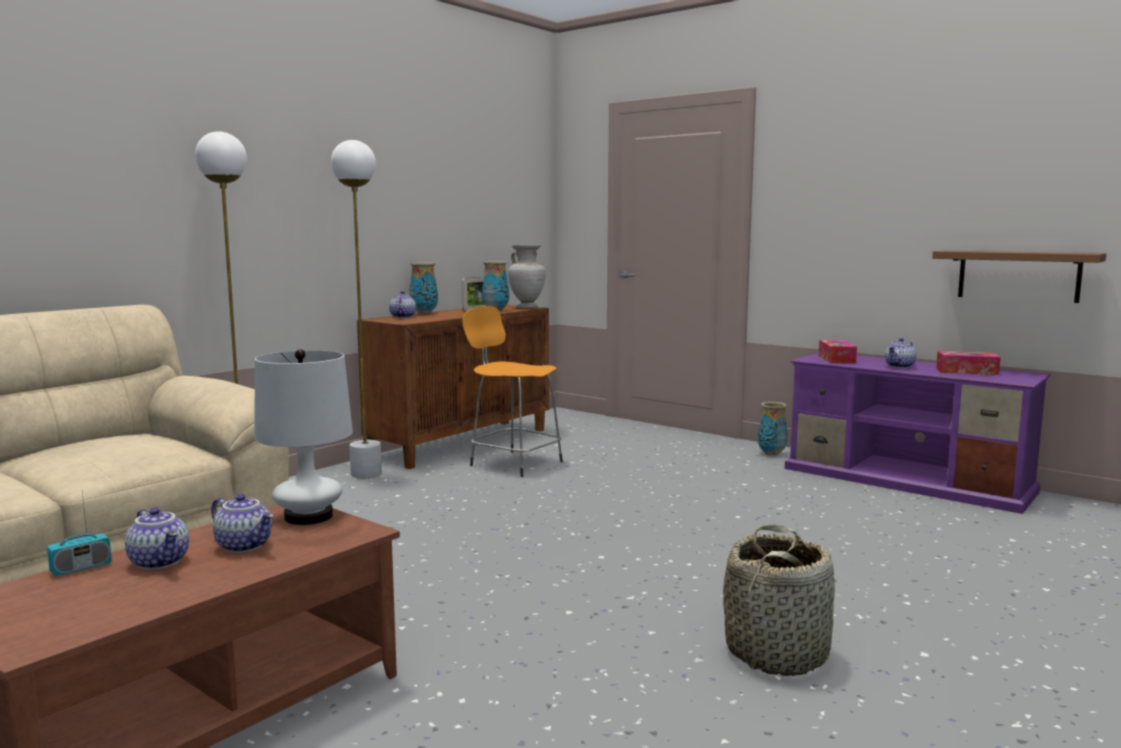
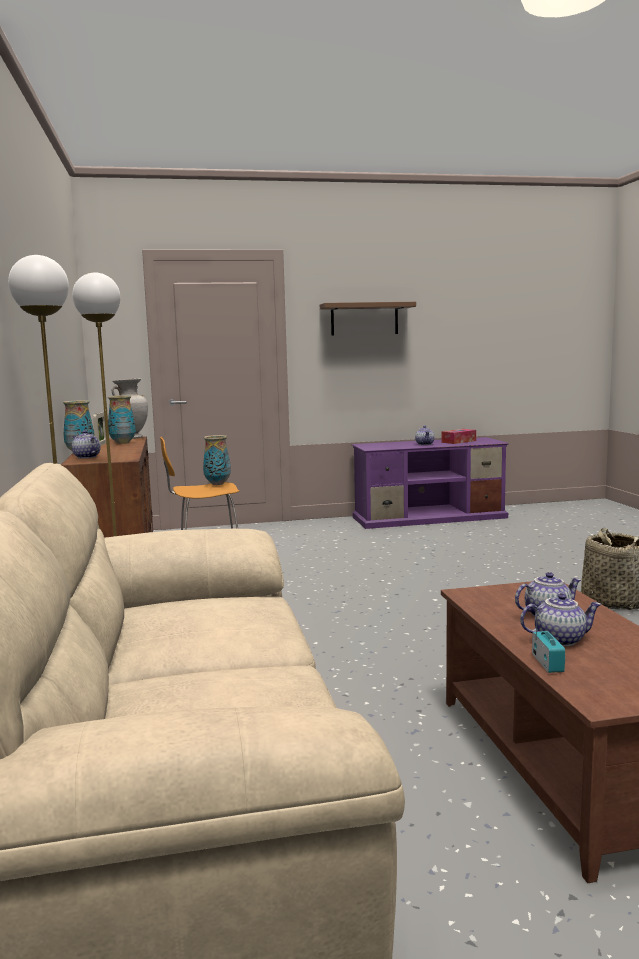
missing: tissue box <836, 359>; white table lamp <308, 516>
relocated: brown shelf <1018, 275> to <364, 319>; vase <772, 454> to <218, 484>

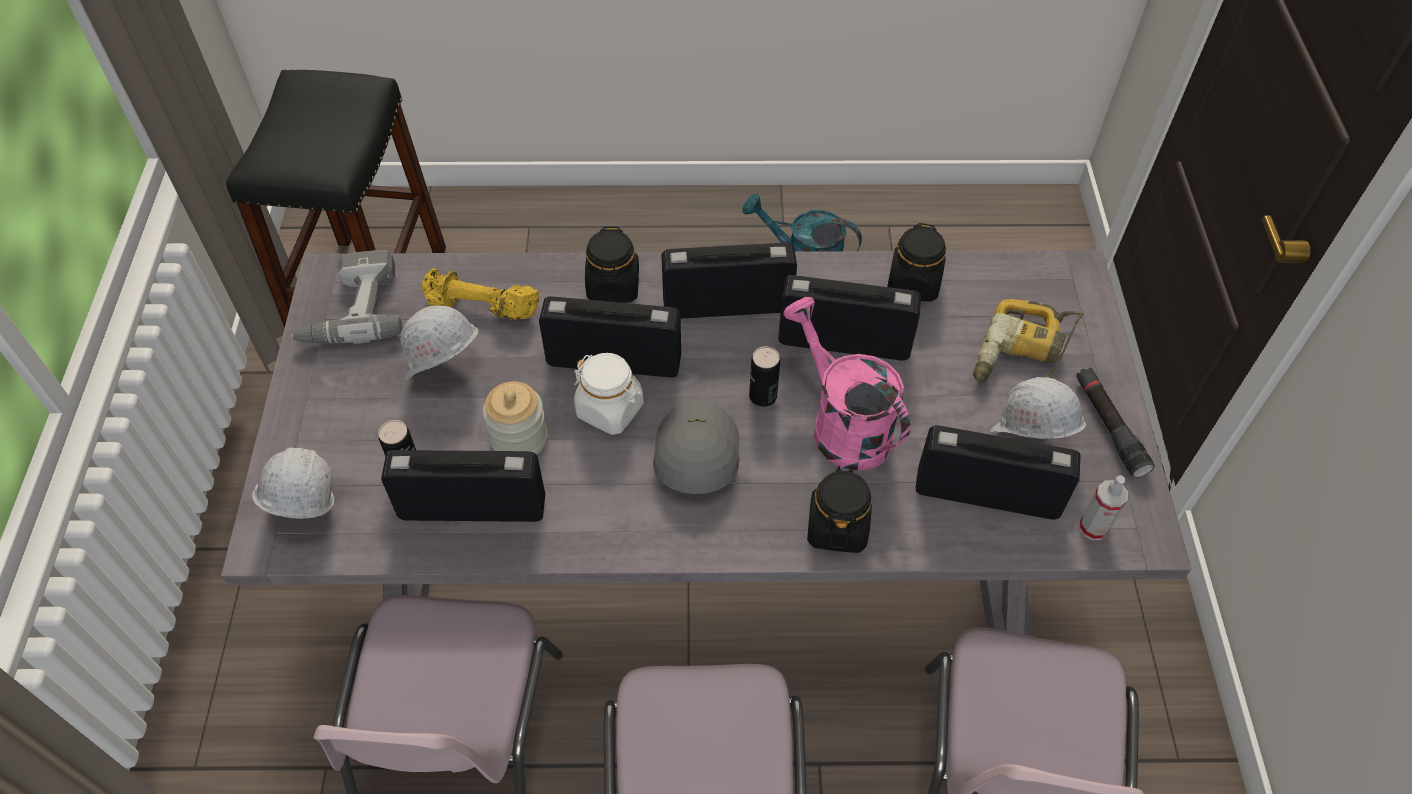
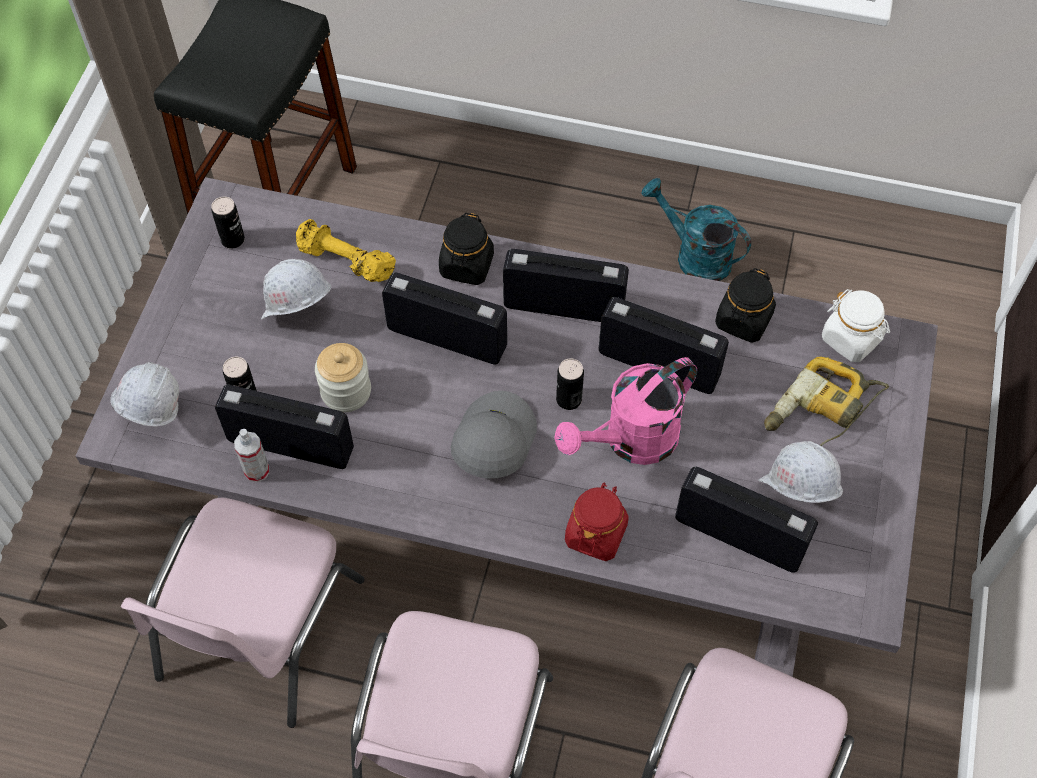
missing: black flashlight <1109, 427>
relocated: white jar <610, 410> to <851, 339>; spray bottle <1093, 527> to <257, 471>
exchanged: power drill <351, 309> to can <232, 239>
colour: black jar <837, 527> to red jar <596, 533>
spun: pink watering can <841, 424> = <631, 441> 105 degrees counterclockwise

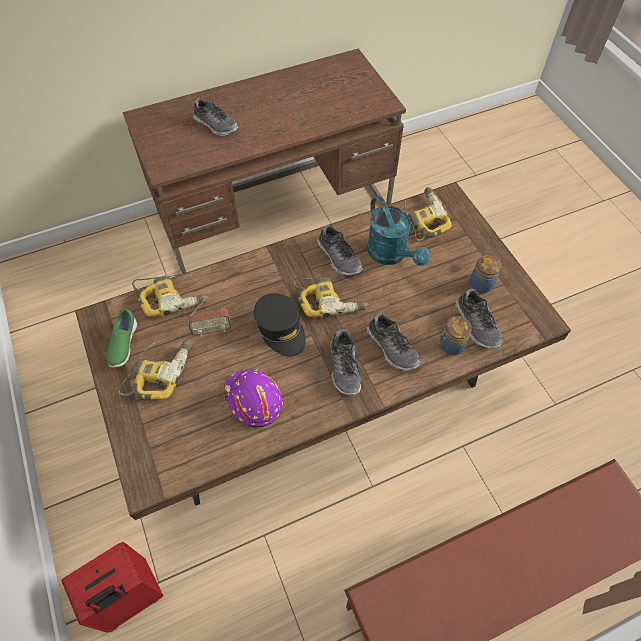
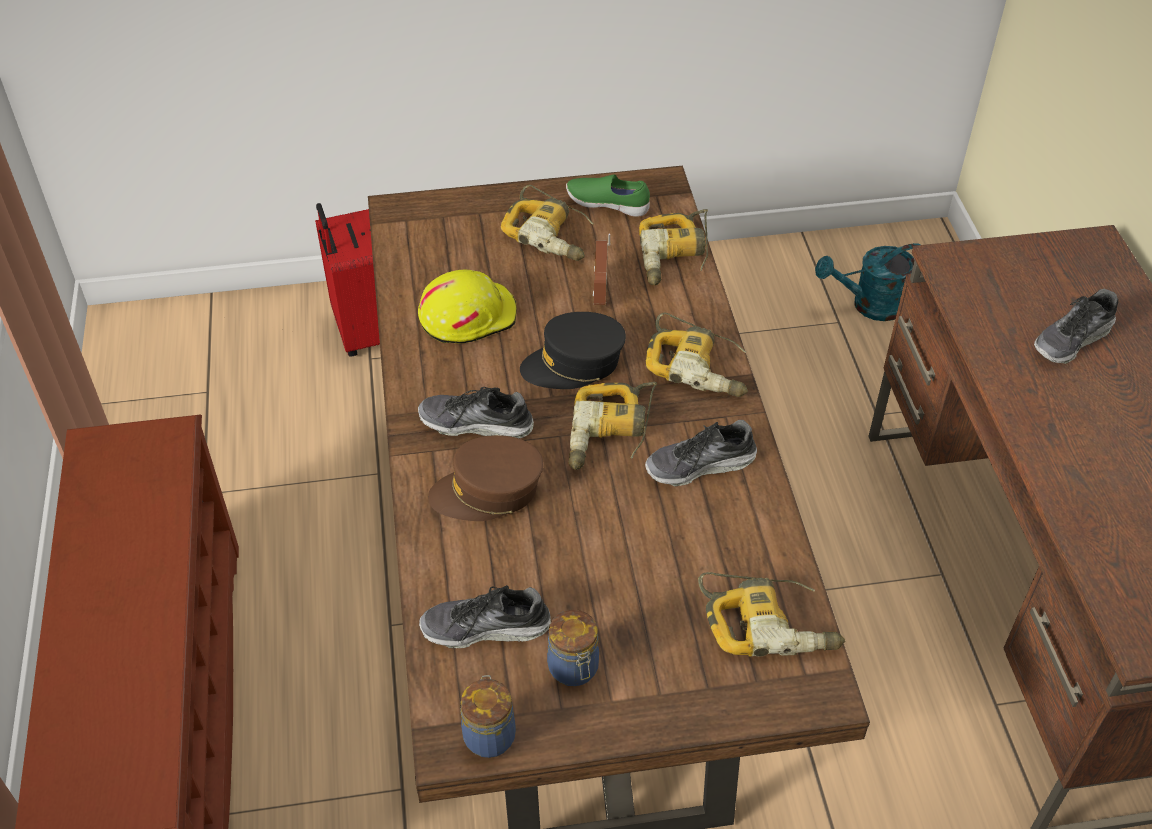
appeared: power drill <699, 366>
relocated: turquoise watering can <391, 255> to <869, 305>; jar <450, 345> to <489, 734>
exchanged: shoe <392, 347> to brown cap <488, 491>
colour: purple hard hat <253, 400> to yellow hard hat <467, 316>

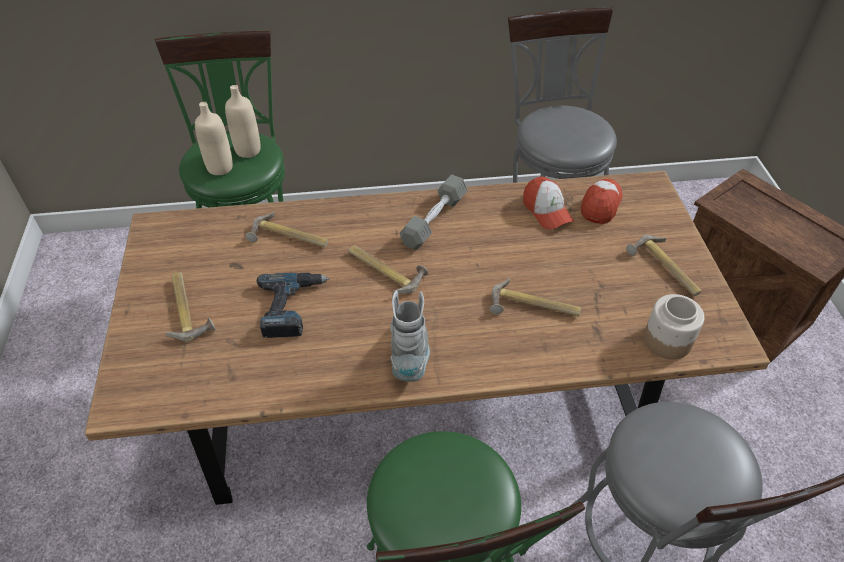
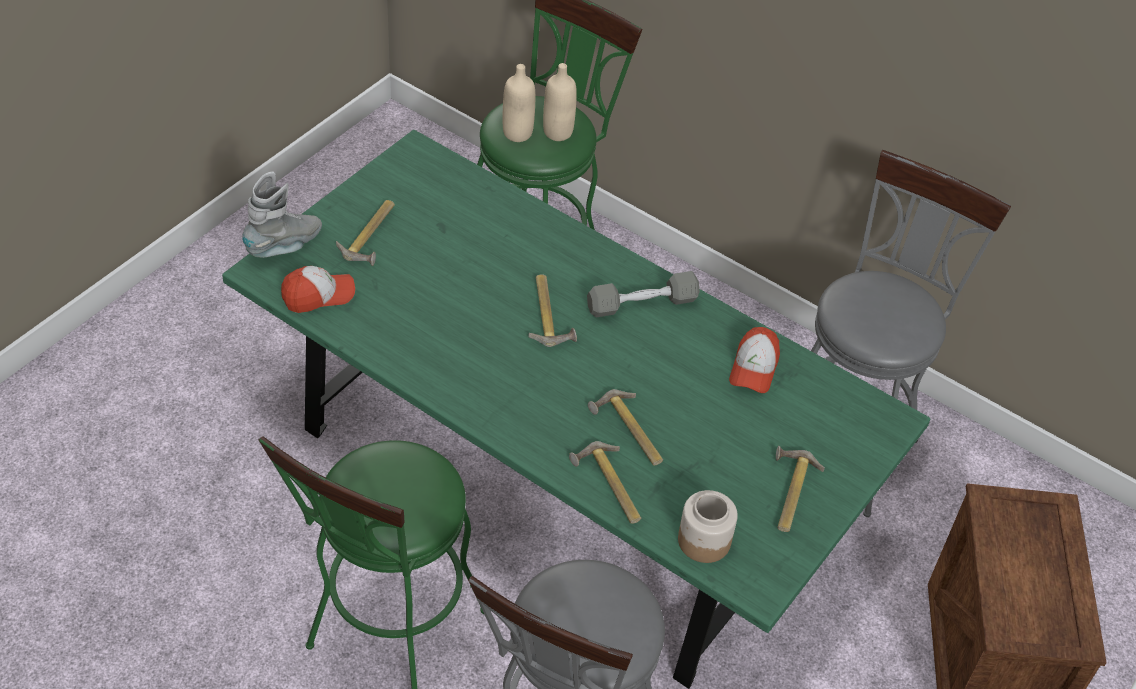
missing: power drill <292, 307>
relocated: cap <601, 204> to <318, 295>; hammer <288, 238> to <609, 487>; grey boot <410, 355> to <285, 246>
colour: brown dining table <422, 395> to green dining table <555, 481>

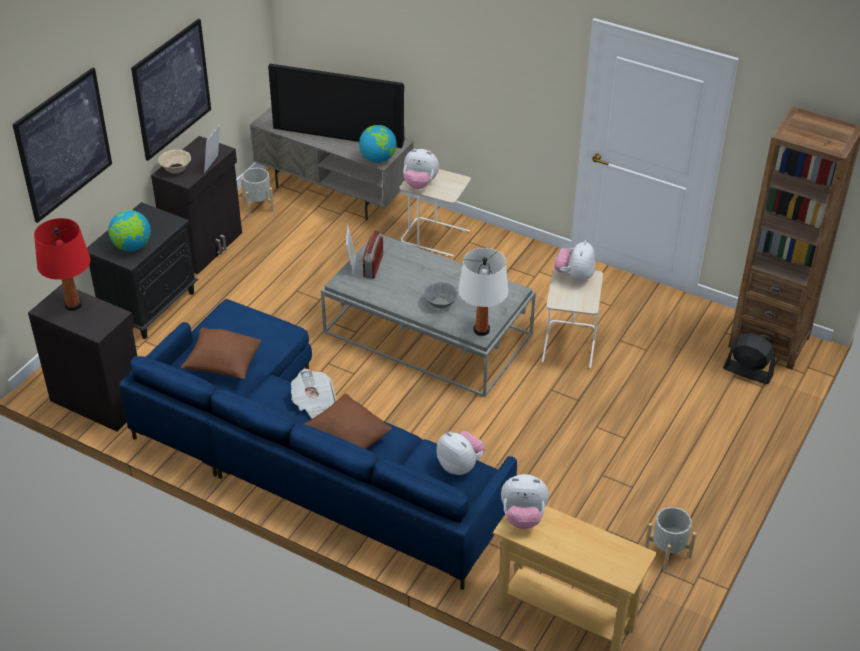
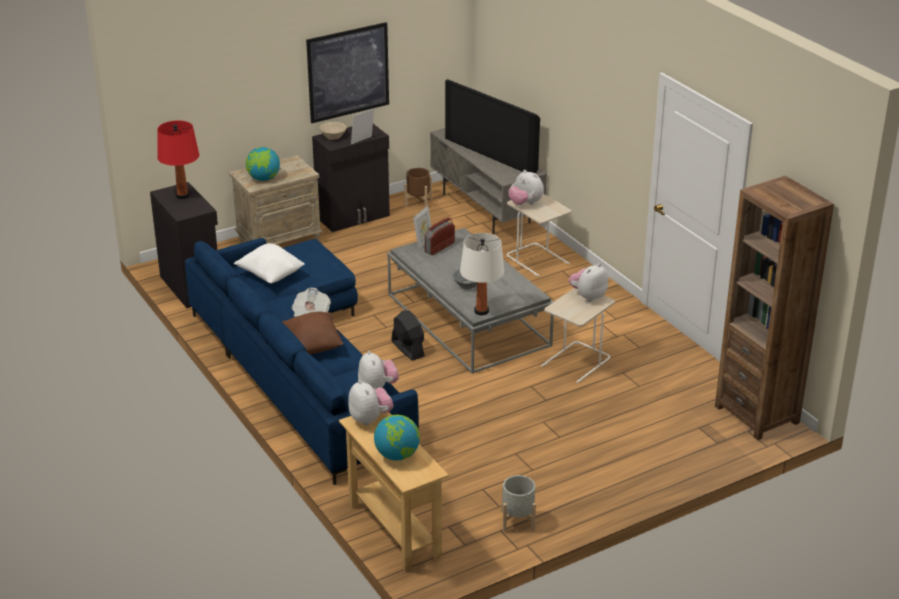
missing: picture <63, 144>
relocated: globe <378, 159> to <397, 455>; black fan <747, 371> to <407, 349>
colour: grey planter <258, 206> to brown planter <418, 202>; black nightstand <150, 306> to beige nightstand <279, 241>; brown pillow <223, 365> to white pillow <270, 275>
spun: plush toy <523, 517> = <370, 419> 150 degrees counterclockwise

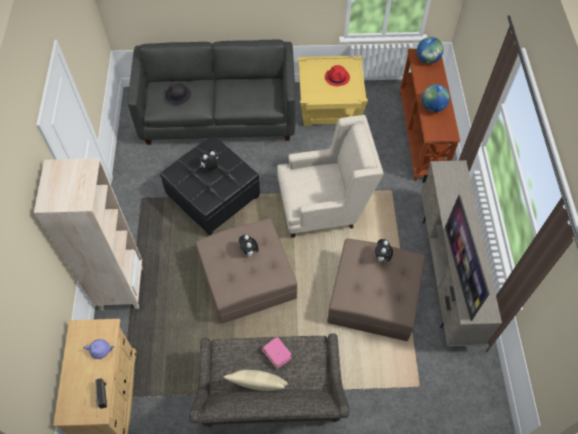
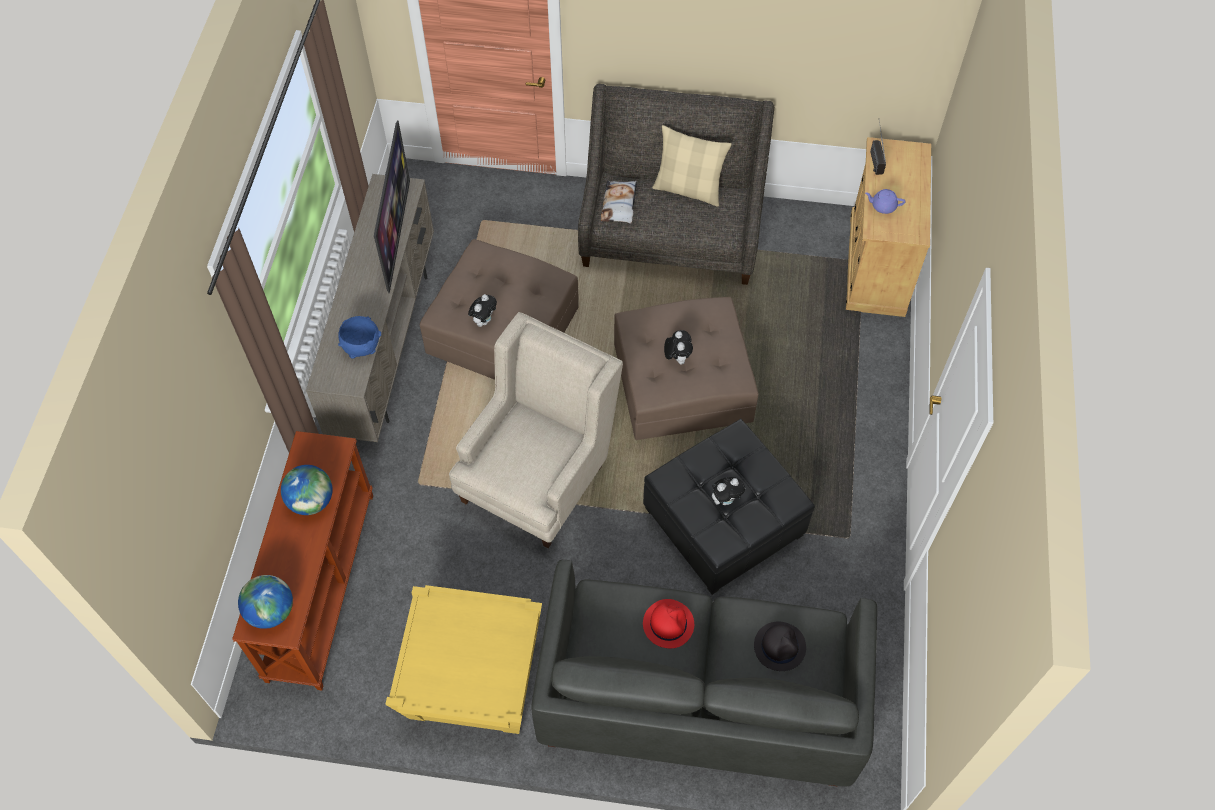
missing: beige bookcase <121, 288>; pink book <277, 354>
appeared: pillow <619, 204>; blue bowl <362, 348>
relocated: red hat <337, 77> to <668, 623>
spun: beige armchair <324, 206> = <539, 474> 120 degrees clockwise

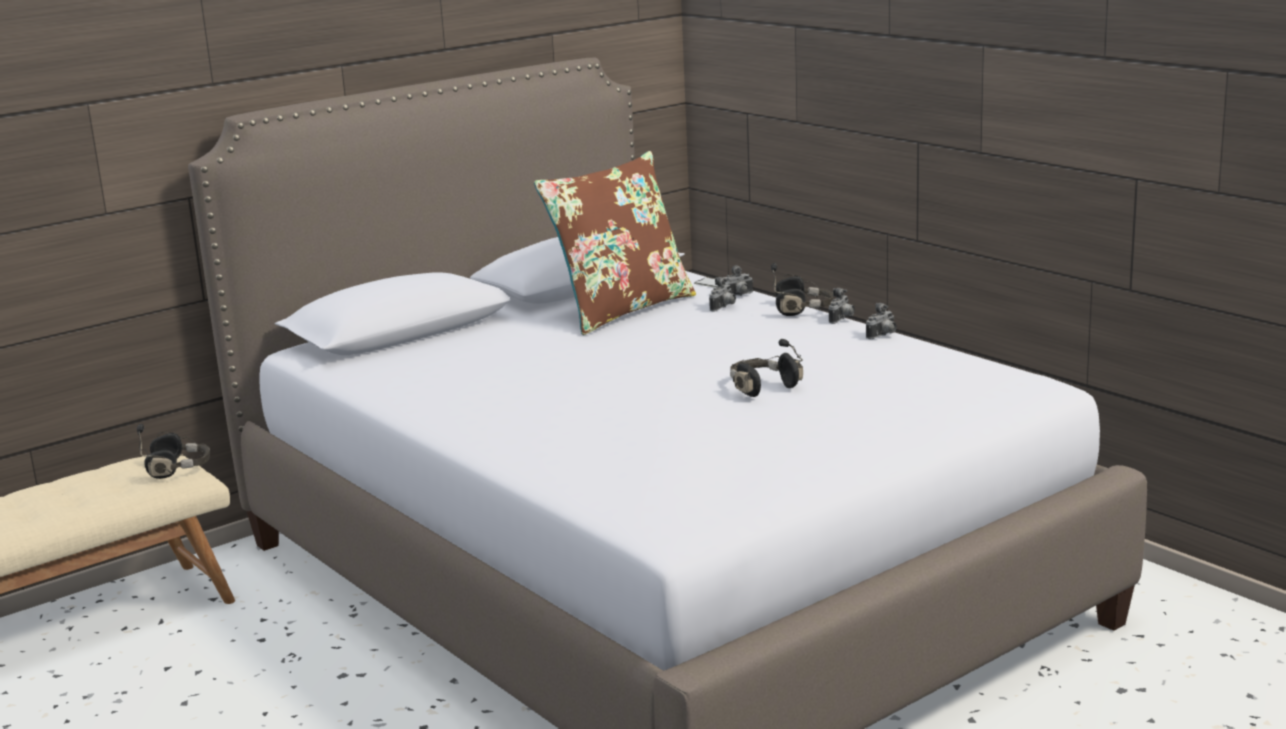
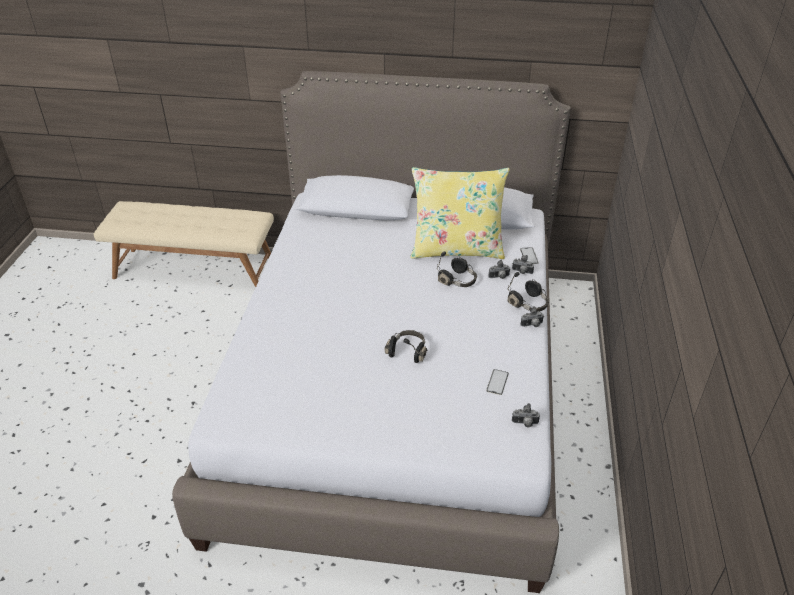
appeared: phone <497, 382>
relocated: photo camera <883, 336> to <525, 424>; black headphones <179, 469> to <458, 281>
colour: brown pillow <621, 310> to yellow pillow <456, 249>

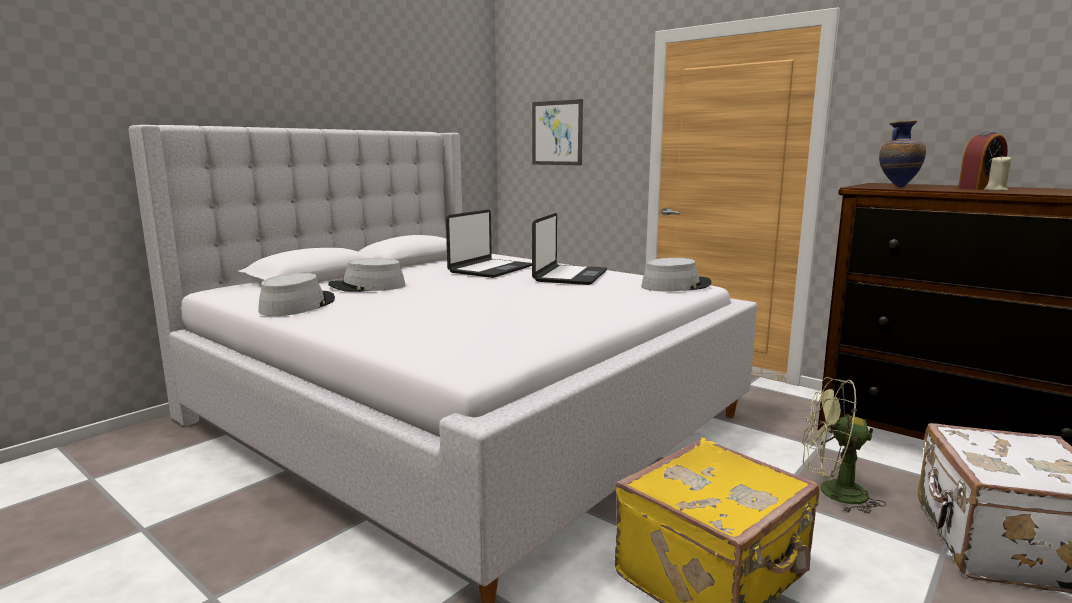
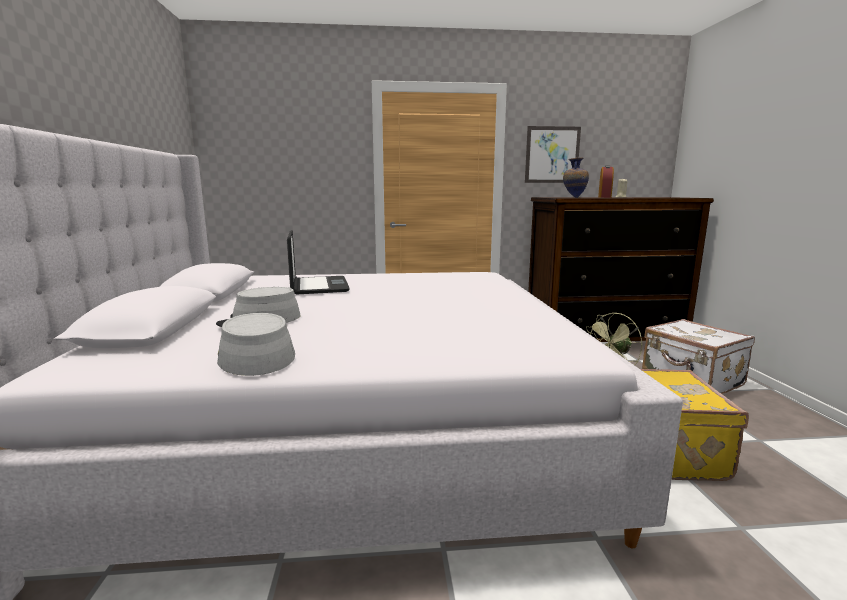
missing: laptop <569, 276>; grey hat <675, 285>
relocated: picture <557, 133> to <552, 155>

